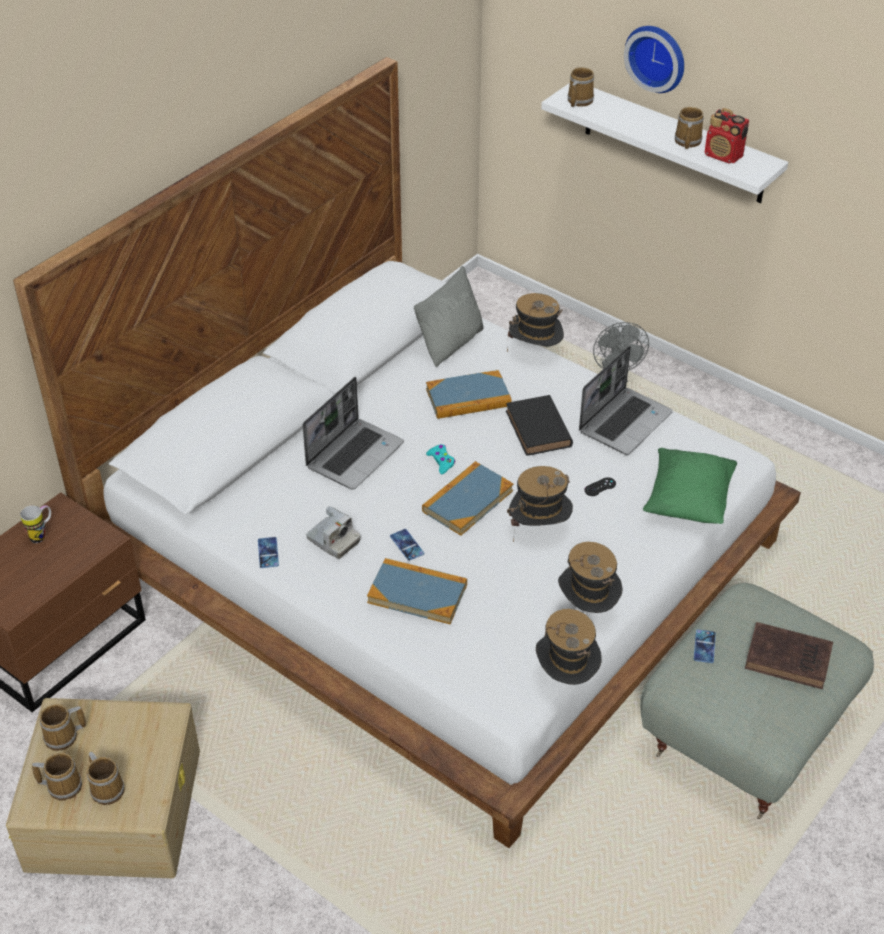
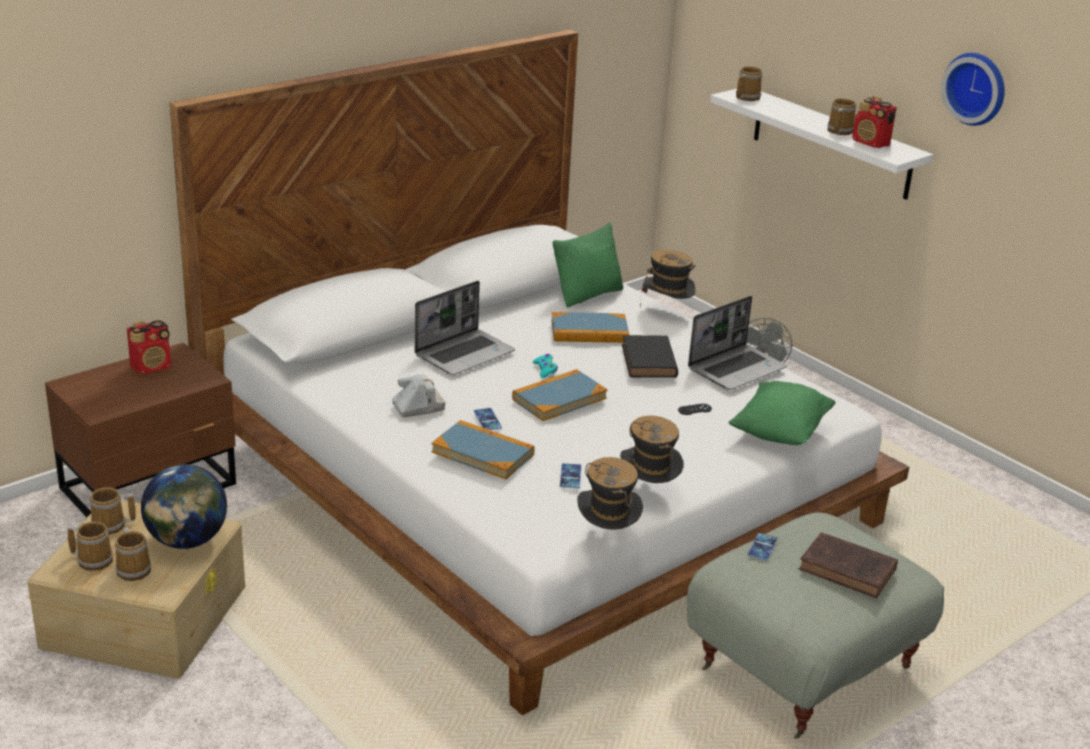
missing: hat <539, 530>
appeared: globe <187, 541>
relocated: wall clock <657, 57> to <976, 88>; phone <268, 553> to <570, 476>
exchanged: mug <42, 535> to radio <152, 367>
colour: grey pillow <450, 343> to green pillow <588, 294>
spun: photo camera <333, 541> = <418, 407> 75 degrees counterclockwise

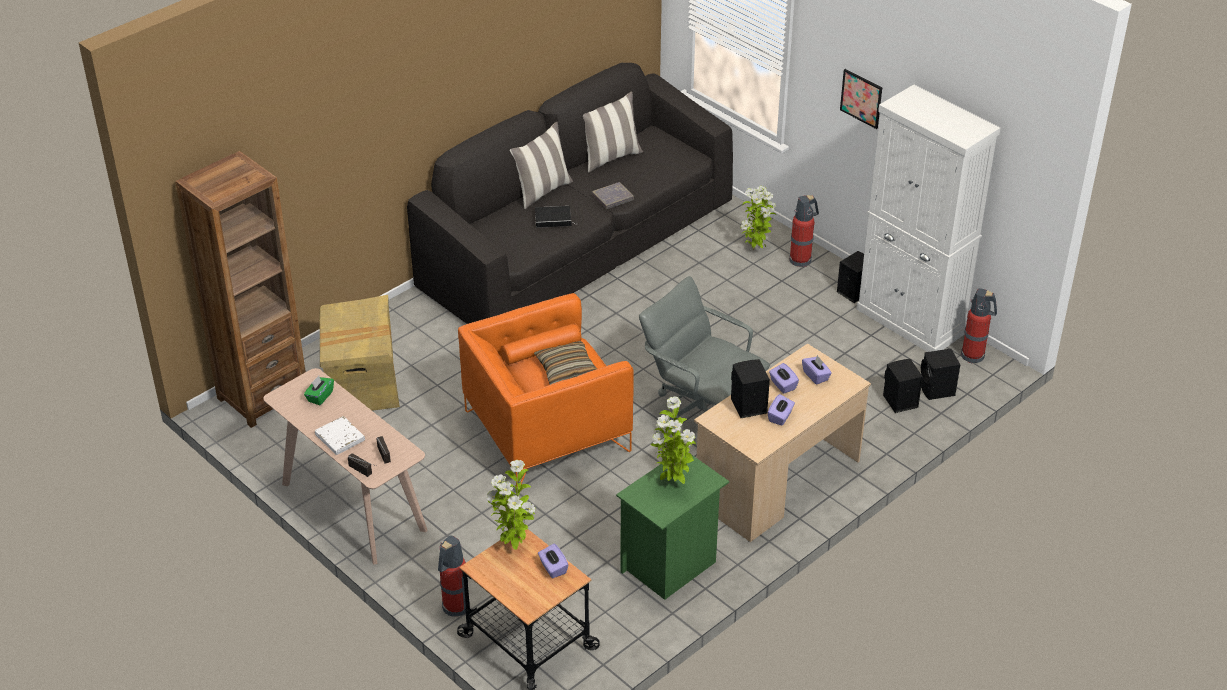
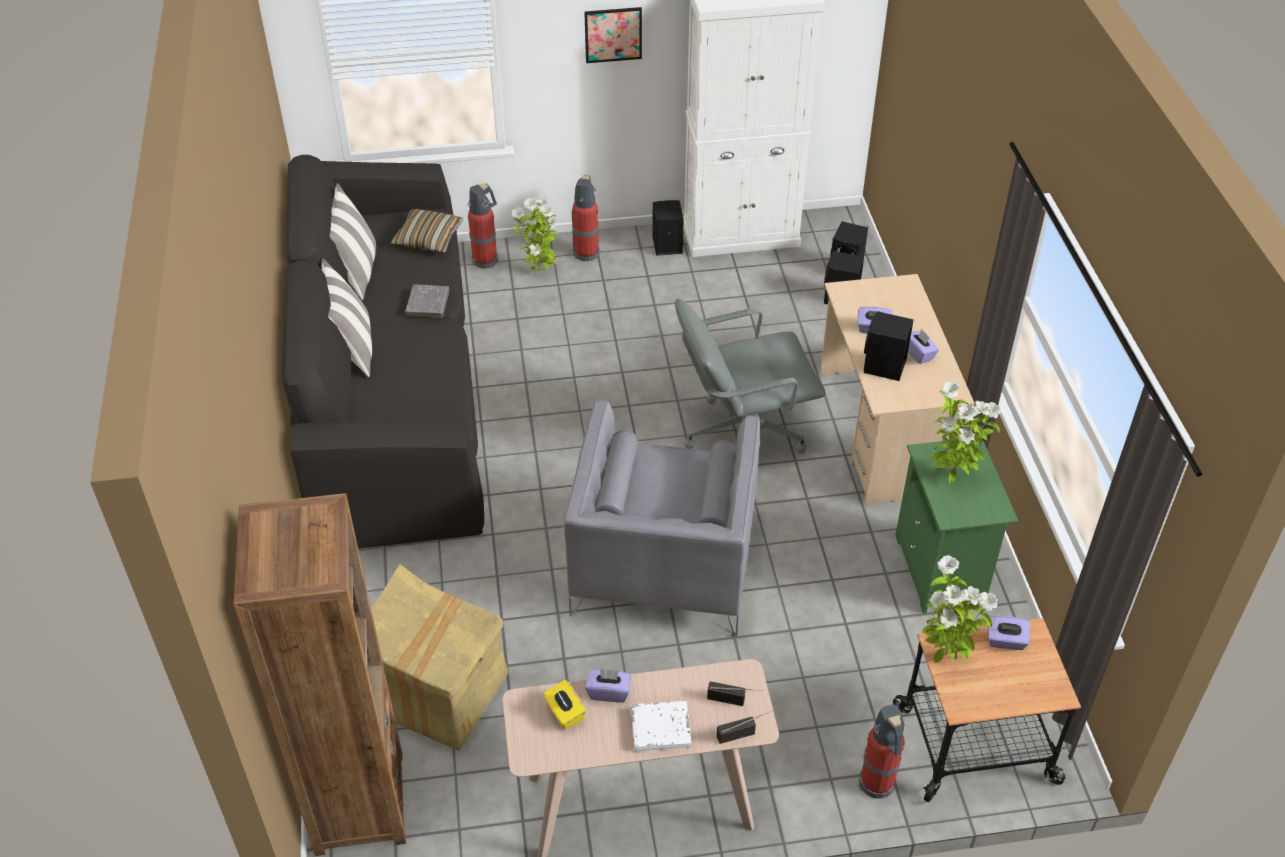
missing: book <554, 219>
relocated: fire extinguisher <974, 355> to <486, 260>; pillow <566, 369> to <428, 238>; purple tissue box <816, 376> to <609, 692>
colour: orange armchair <546, 432> to grey armchair <664, 564>; green tissue box <320, 396> to yellow tissue box <564, 713>

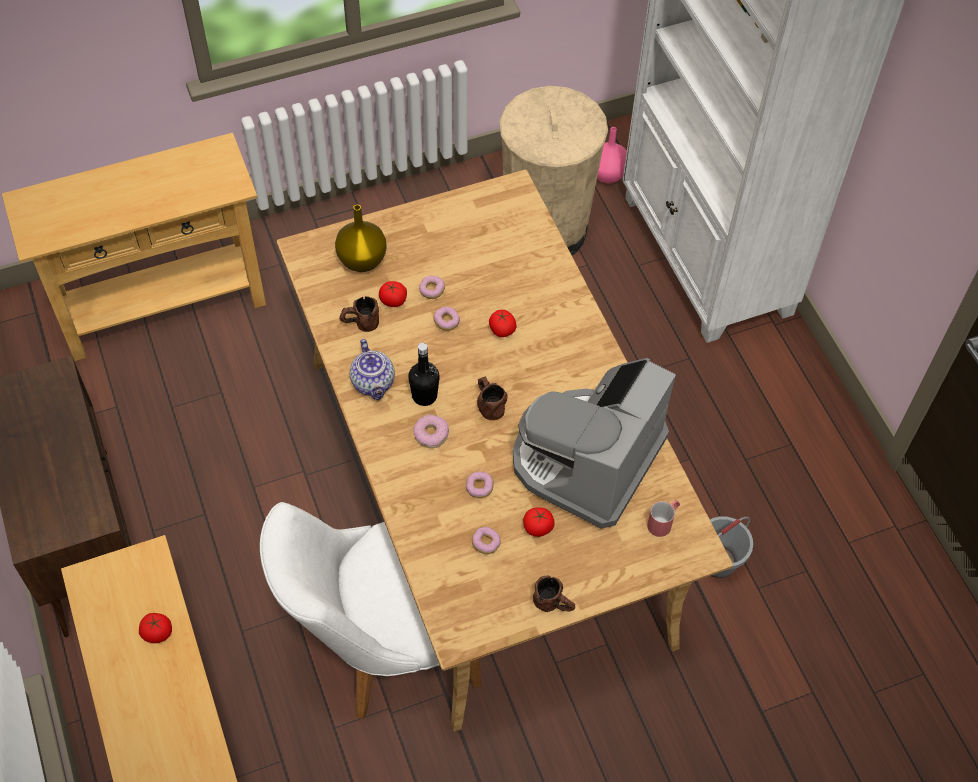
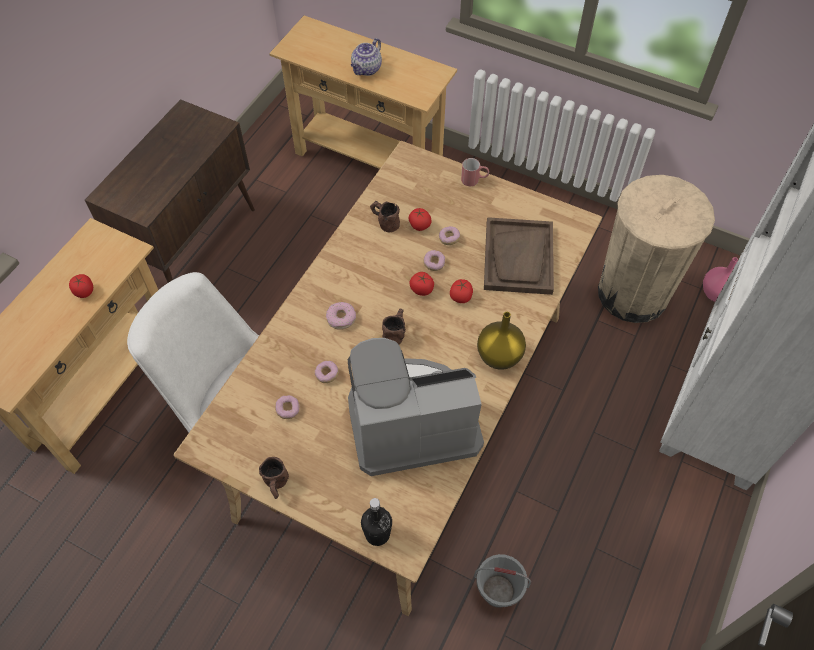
appeared: brown tray <518, 258>
relocated: yellow vase <361, 261> to <498, 357>; teapot <373, 383> to <366, 69>; black bottle <424, 396> to <377, 534>; red mug <663, 522> to <474, 180>; tomato <538, 527> to <422, 289>

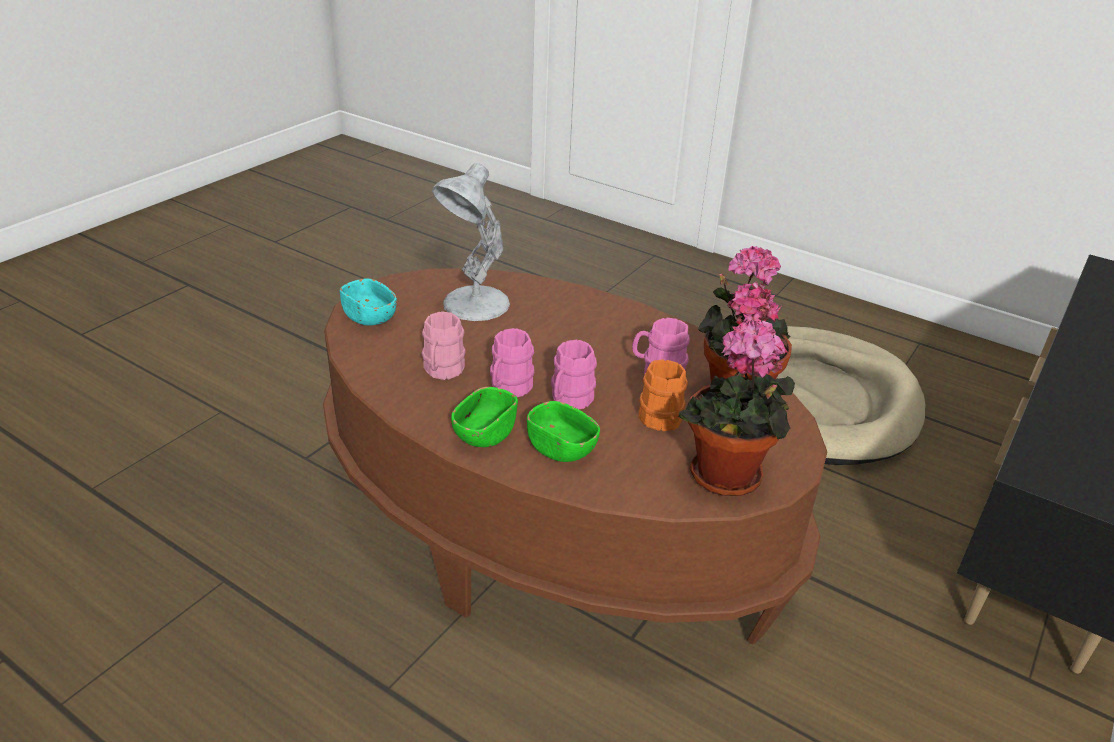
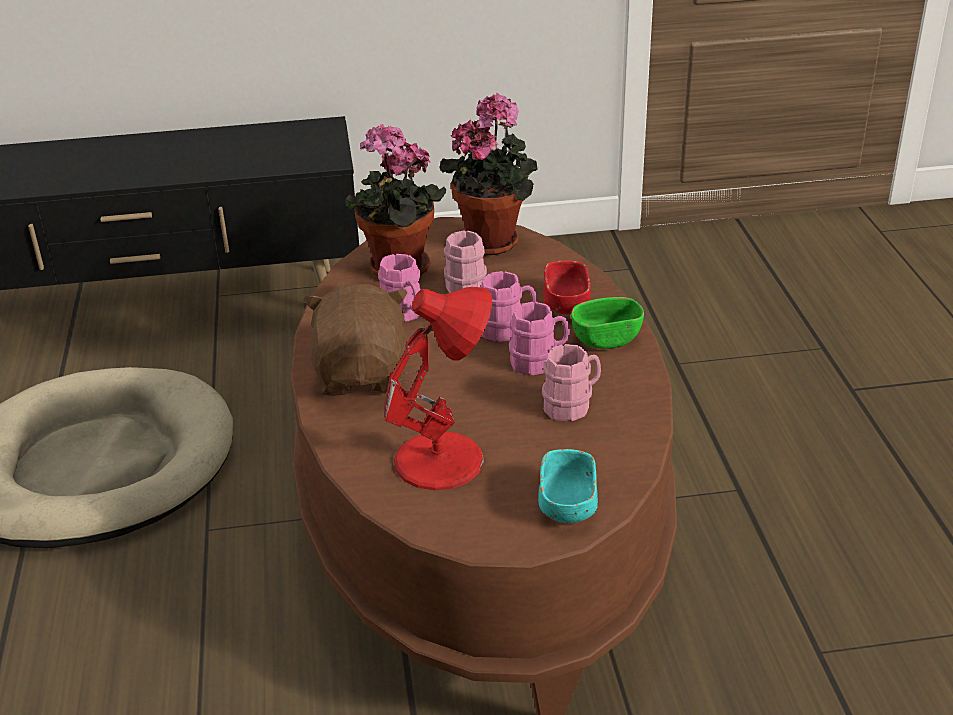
appeared: brown plush toy <363, 375>
colour: white table lamp <474, 305> to red table lamp <444, 459>; orange mug <662, 422> to pink mug <469, 284>; green bowl <561, 448> to red bowl <566, 303>

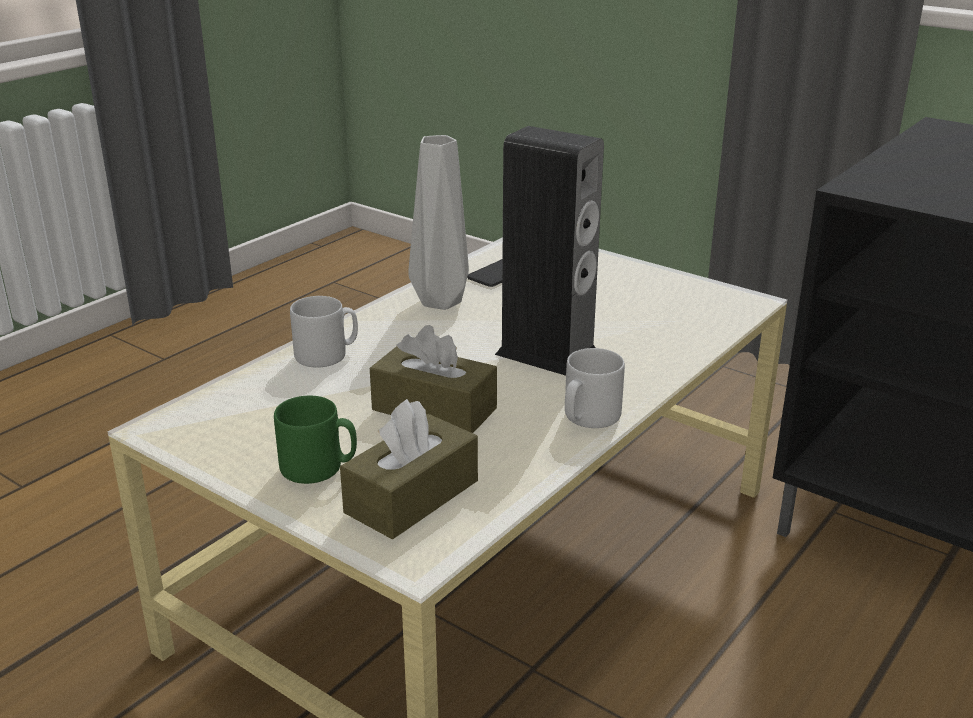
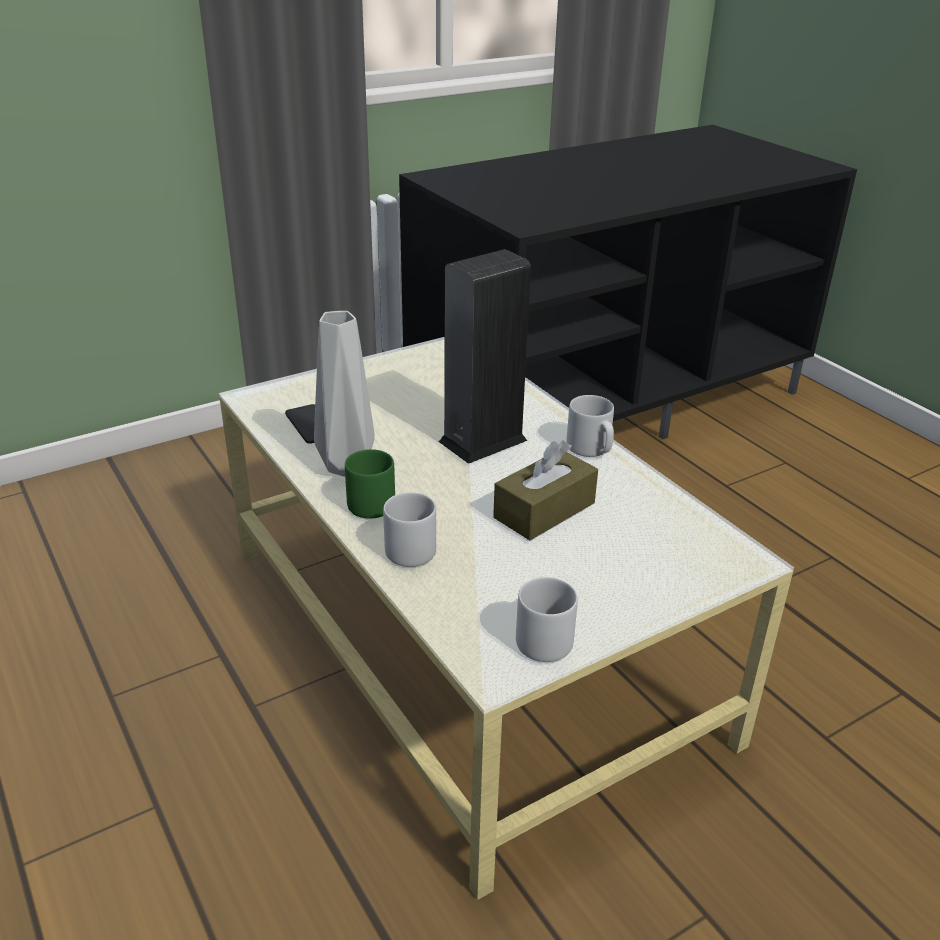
missing: brown tissue box <412, 497>
appeared: grey mug <546, 638>
relocated: green mug <319, 468> to <374, 502>

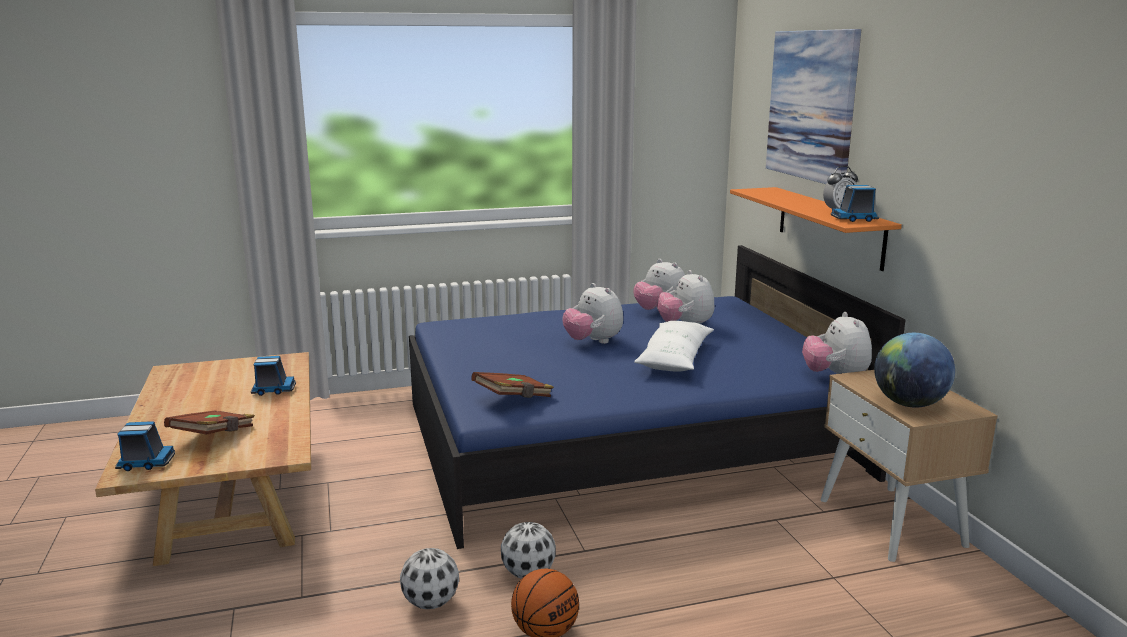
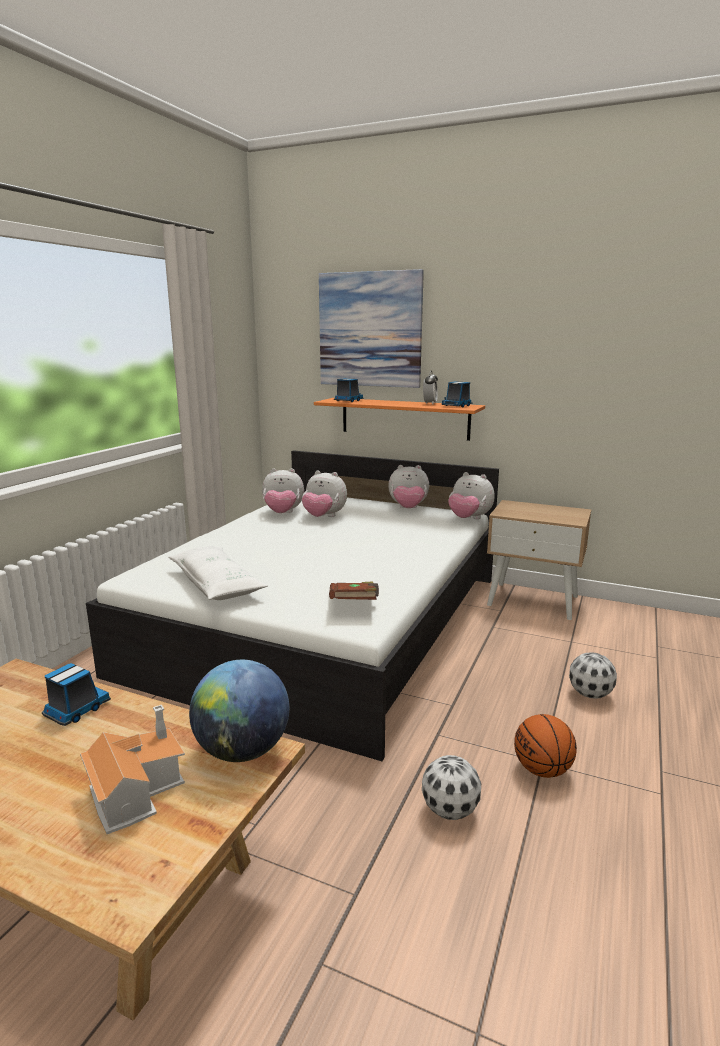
relocated: plush toy <593, 342> to <408, 508>; white pillow <675, 358> to <216, 584>; globe <909, 404> to <242, 751>; toy truck <145, 463> to <348, 401>; football <529, 574> to <590, 694>
exchanged: brown book <214, 436> to toy house <135, 789>
colour: blue bed <626, 439> to white bed <325, 622>

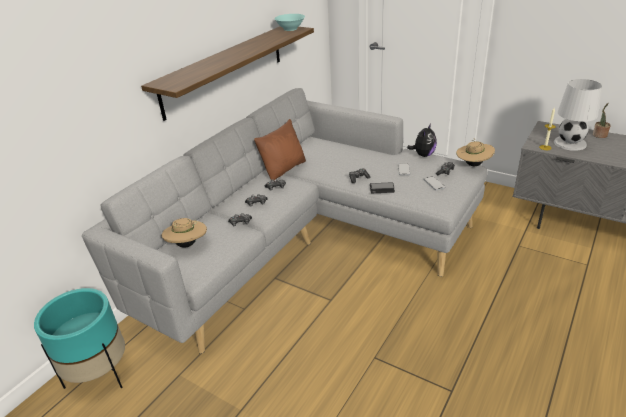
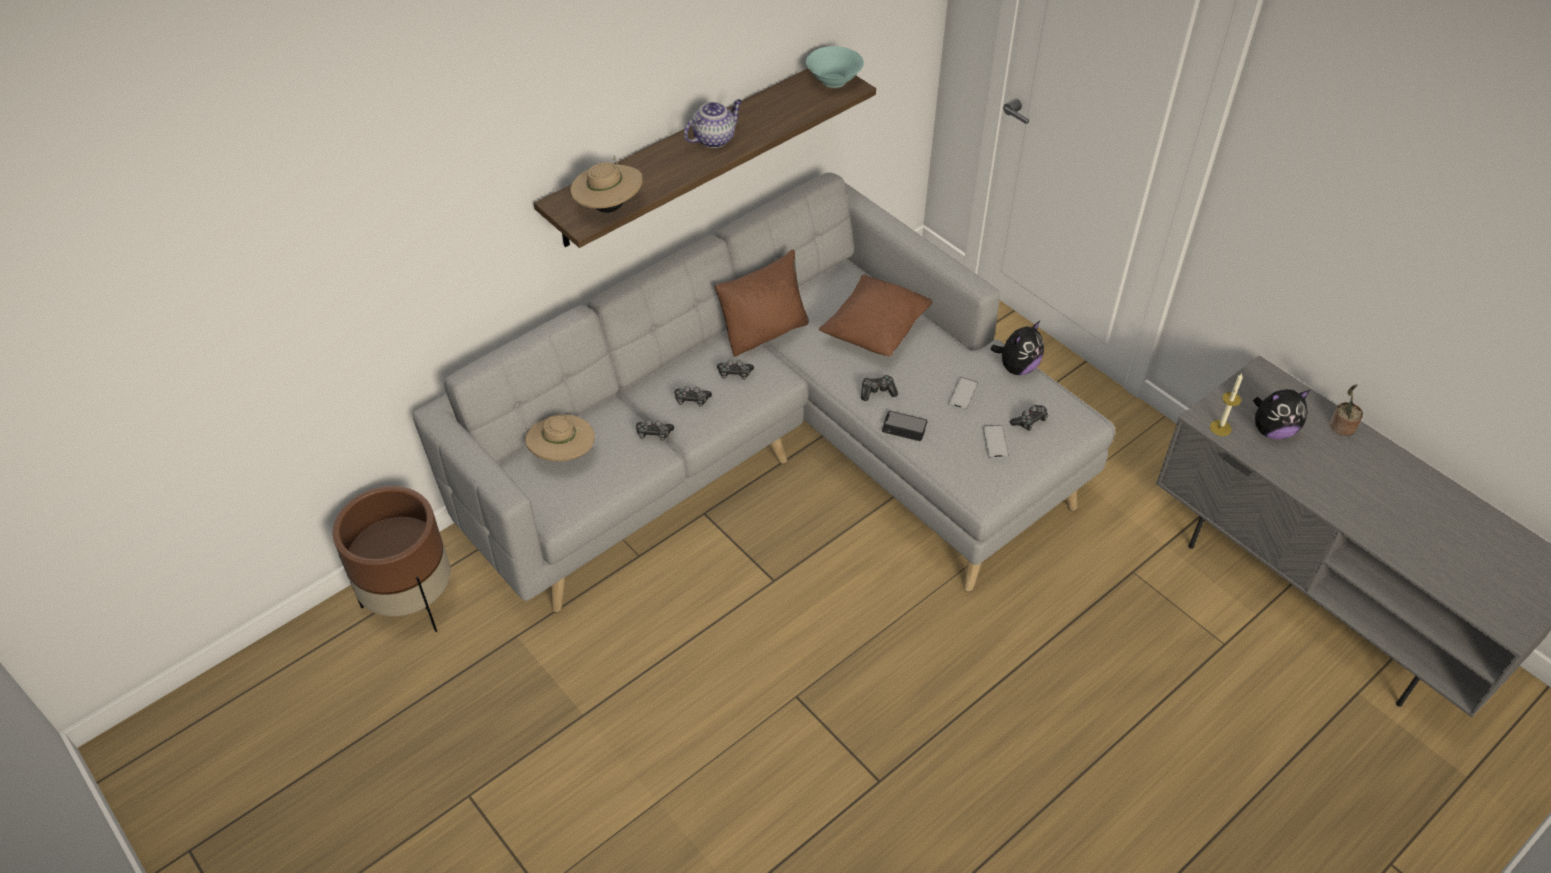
appeared: teapot <714, 138>; brown pillow <875, 331>
relocated: beige hat <473, 164> to <609, 207>
exchanged: white table lamp <570, 143> to plush toy <1272, 430>
colour: turquoise planter <99, 373> to brown planter <411, 600>

